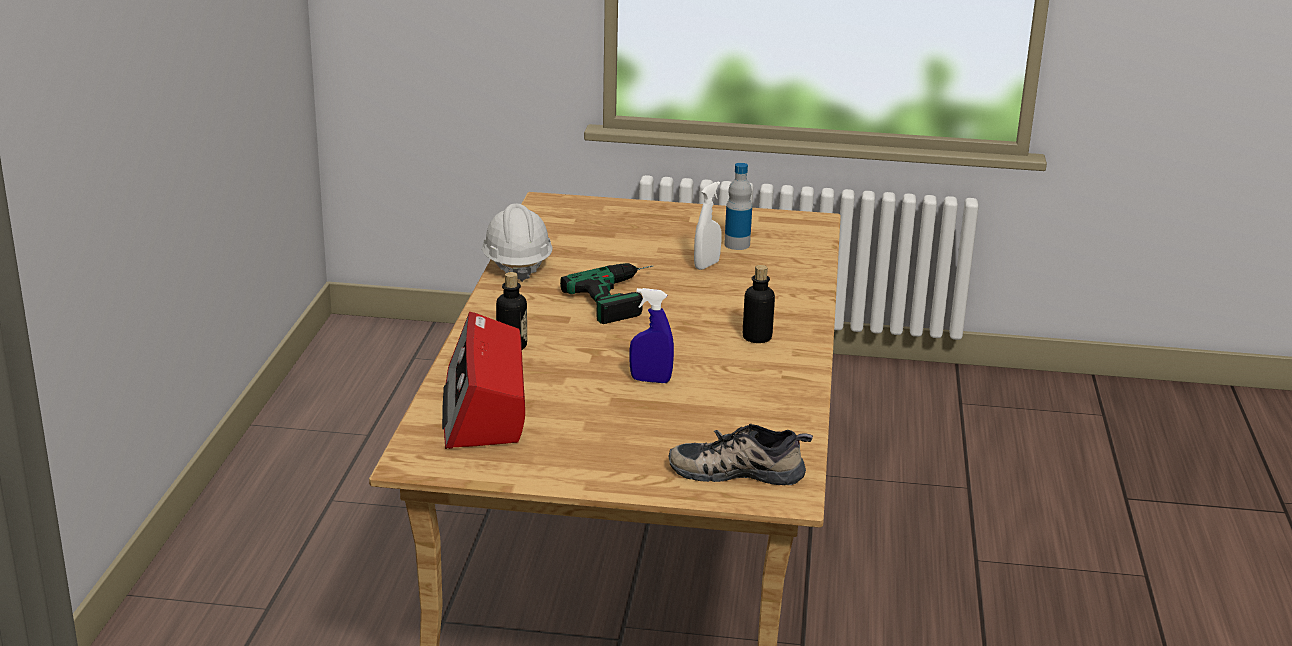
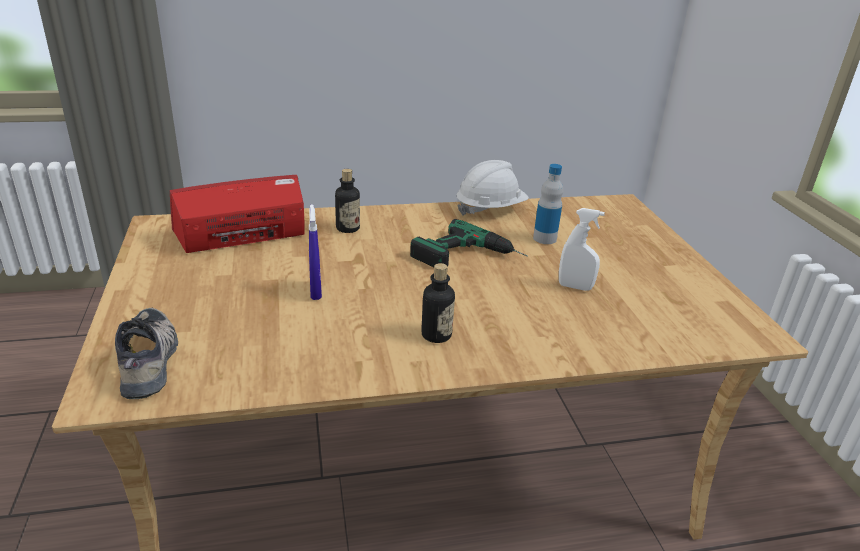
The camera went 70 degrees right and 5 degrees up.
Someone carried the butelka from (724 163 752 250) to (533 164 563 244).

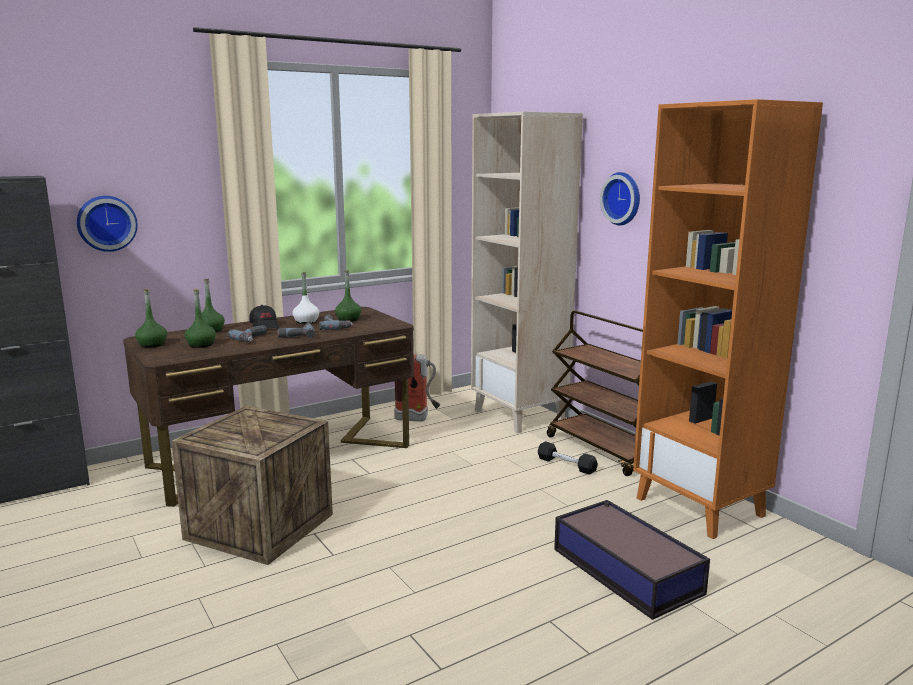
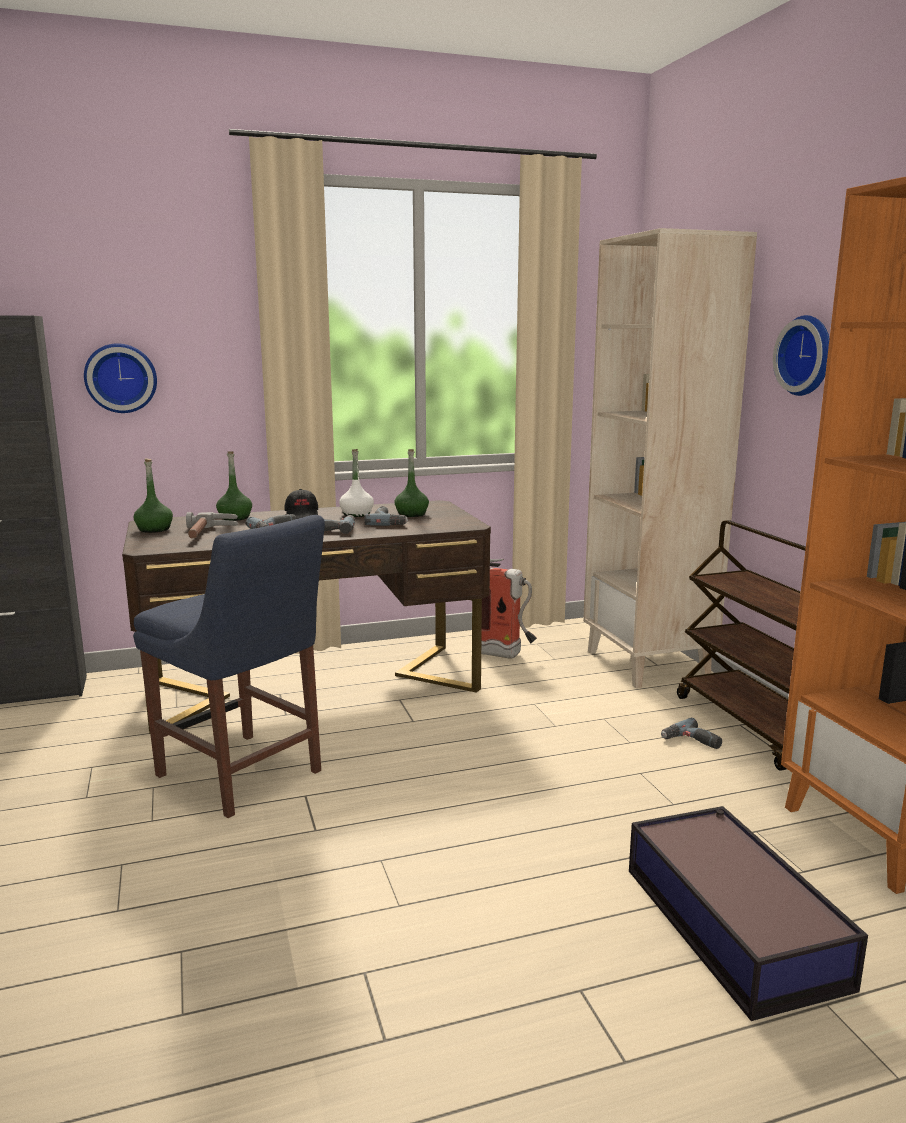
The camera went 15 degrees right and 0 degrees up.
Someone swapped the skrzynka at (171 406 333 565) for the krzesło/niebieski at (133 515 325 818).
Someone swapped the butelka/zielony at (184 289 216 348) for the młotek at (186 512 238 538).
Someone swapped the hantel/czarny at (538 441 598 475) for the wiertarka at (661 718 722 749).

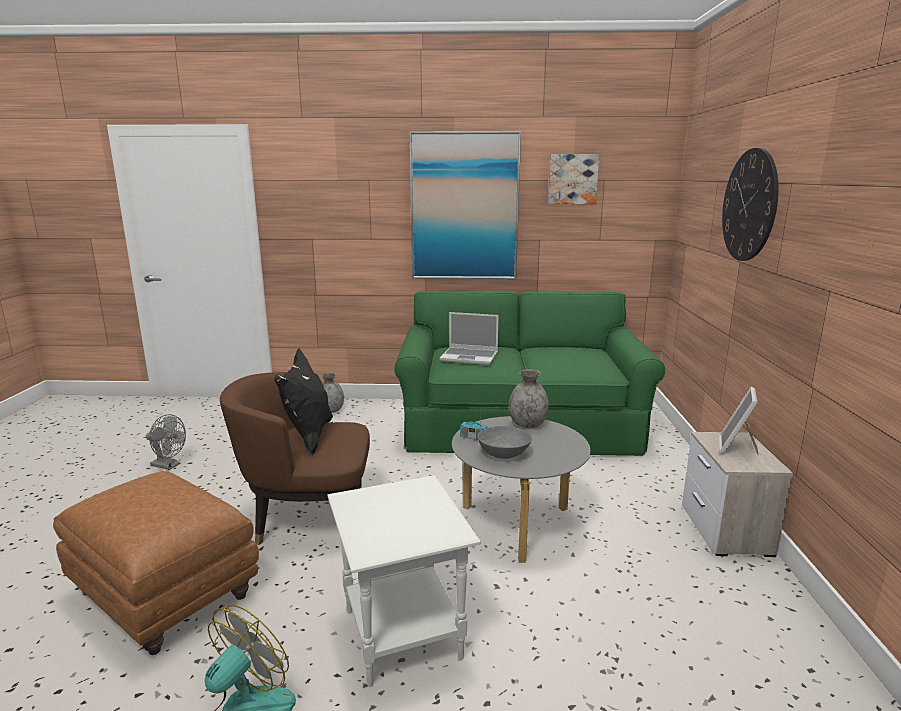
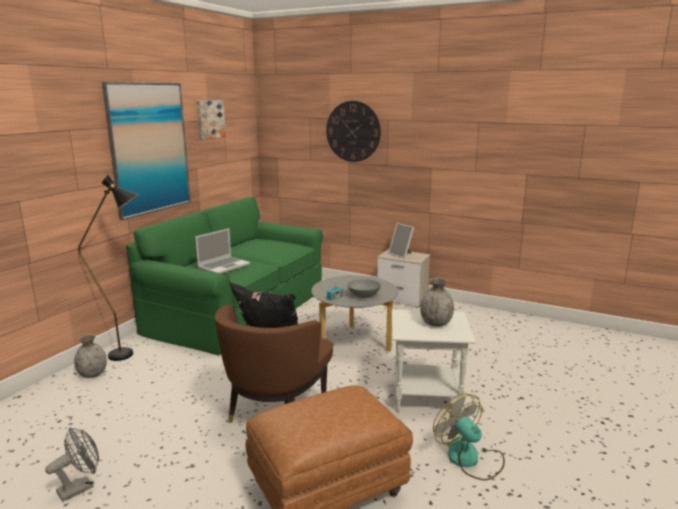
The camera went 65 degrees left and 0 degrees up.
Someone put down the lampa stojąca/czarny at (78 175 139 361).
Someone carried the wazon/szary from (509 370 549 428) to (420 278 454 327).

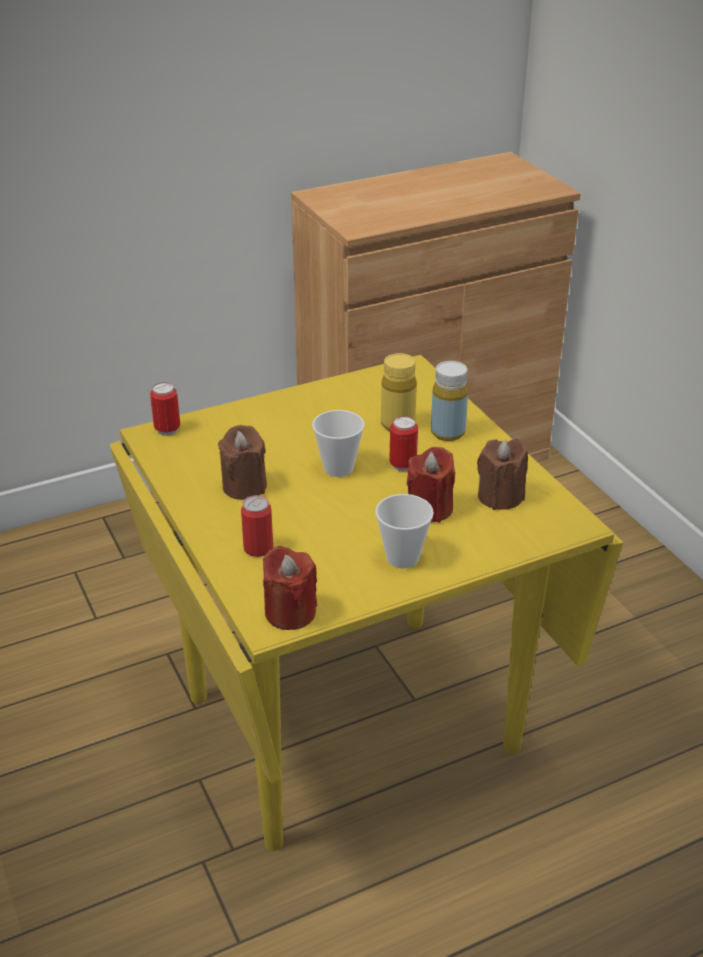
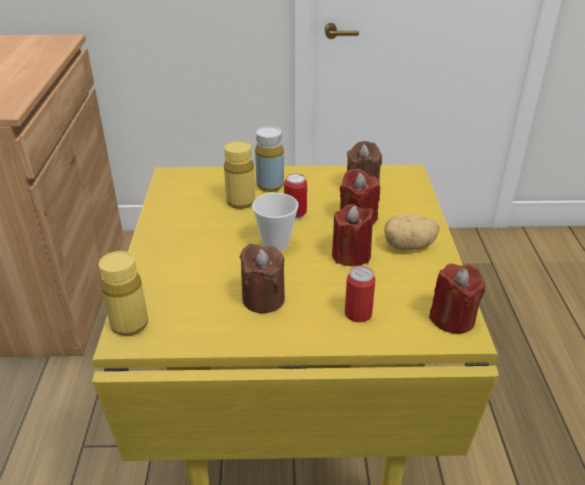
The camera went 65 degrees left and 0 degrees up.
Someone put down the świeca/czerwony at (332 204 374 266).
Someone swapped the puszka at (150 382 180 436) for the butelka/żółty at (99 251 148 336).
Someone swapped the filiżanka at (375 494 434 569) for the ziemniak at (384 214 440 250).

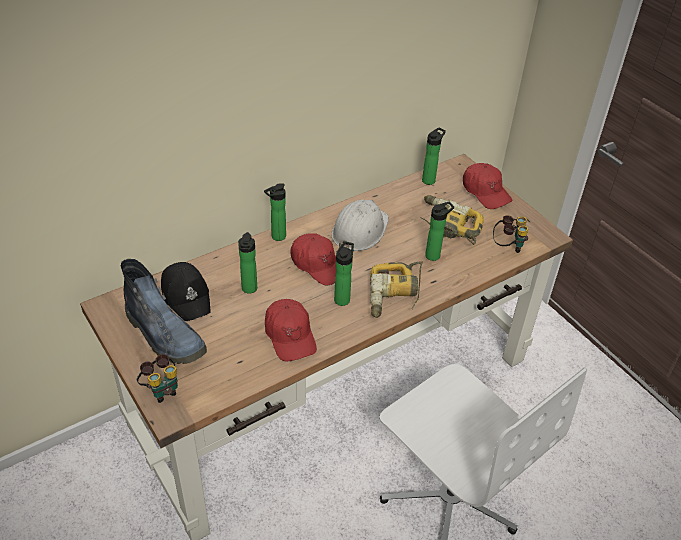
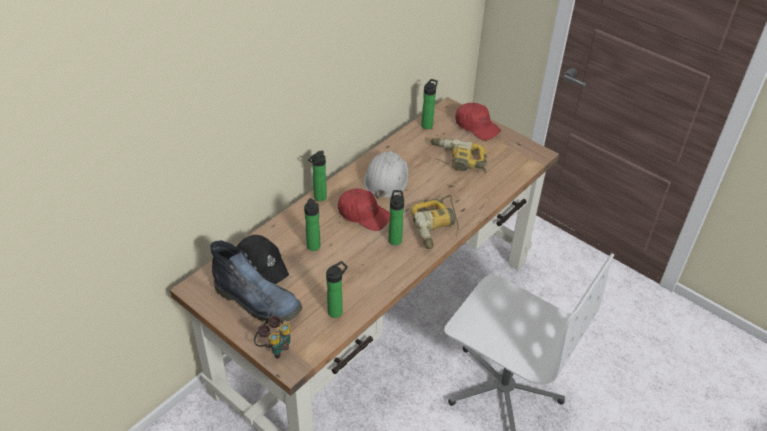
The camera went 15 degrees left and 0 degrees up.
Someone took away the czapka z daszkiem/czerwony at (265 299 317 361).
Someone took away the lornetka at (493 215 528 253).
Someone carried the butelka from (425 202 454 261) to (326 261 348 318).

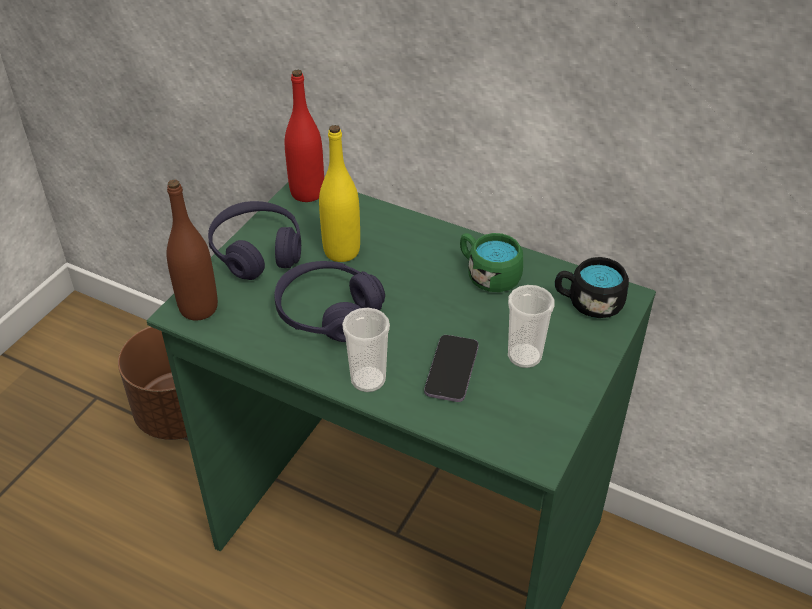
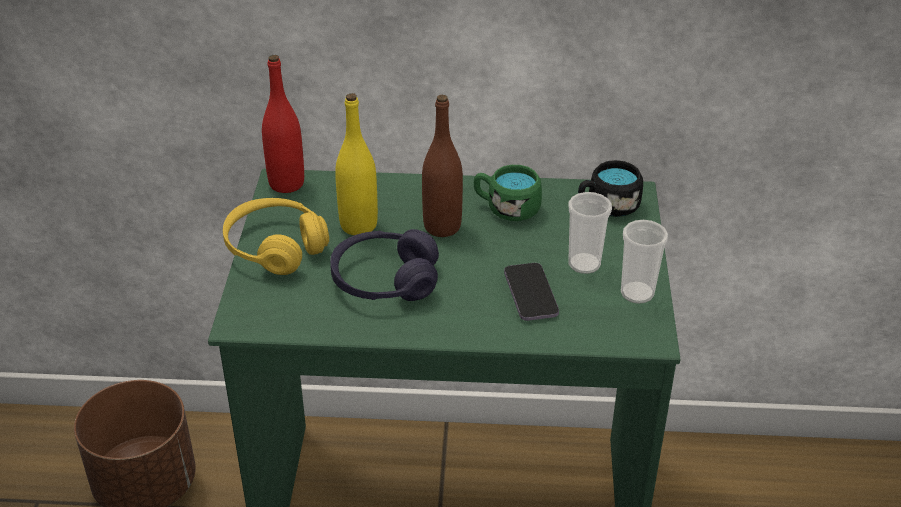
The camera went 25 degrees left and 5 degrees down.
Someone carried the butelka/brązowy from (167 180 218 321) to (422 95 463 237).
Someone carried the filiżanka from (342 308 390 392) to (621 220 668 304).
Someone repainted the słuchawki/fioletowy at (208 201 301 280), which became the słuchawki/żółty at (223 198 329 275).

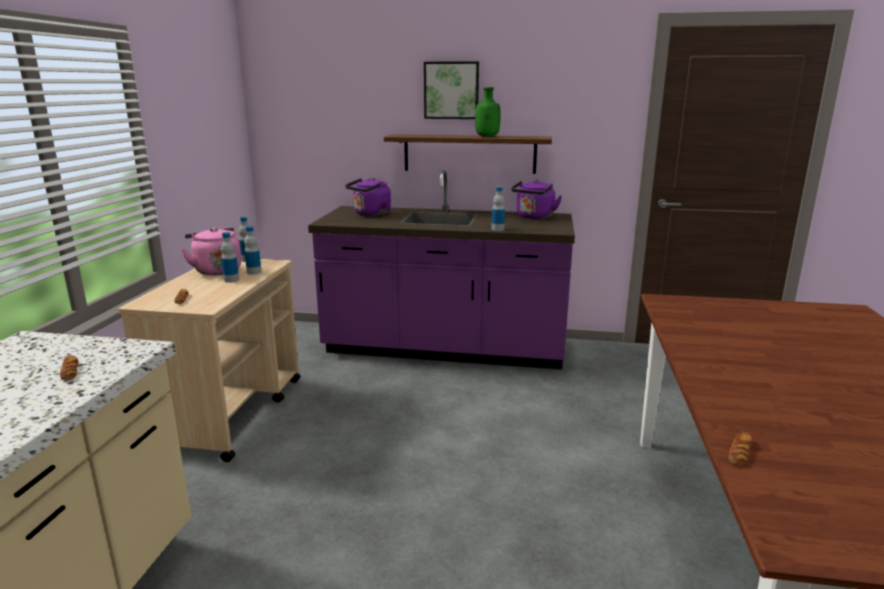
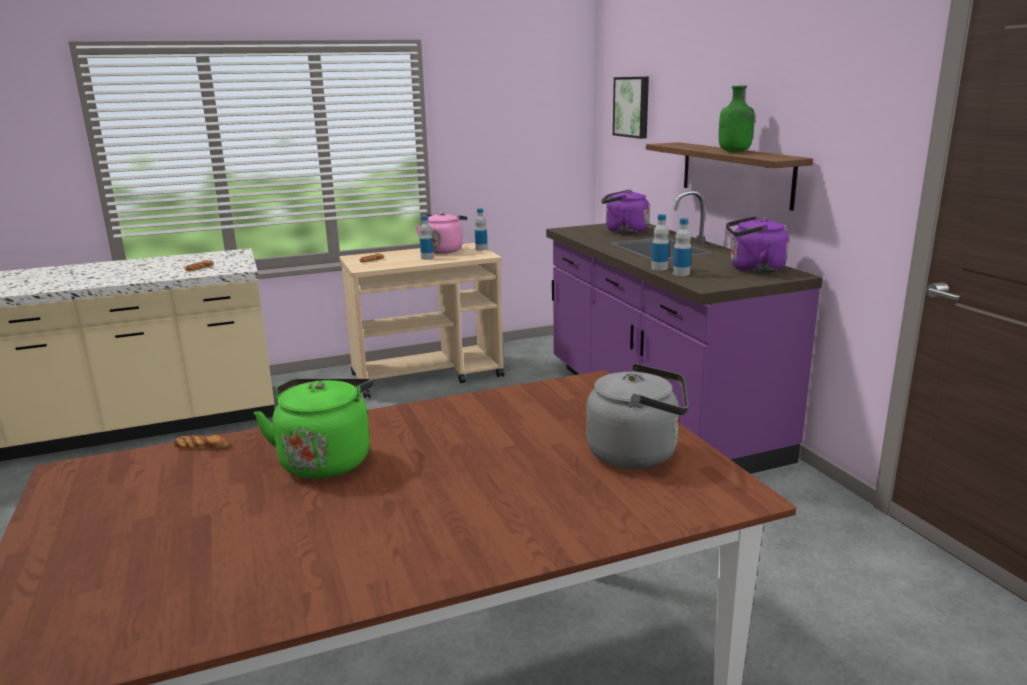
The camera went 60 degrees right and 0 degrees up.
Someone put down the czajnik/zielony at (254 379 373 479).
Someone put down the czajnik/szary at (586 364 688 469).
Someone carried the butelka from (244 226 262 275) to (673 218 691 276).
Someone carried the obraz from (424 61 479 119) to (613 77 649 139).

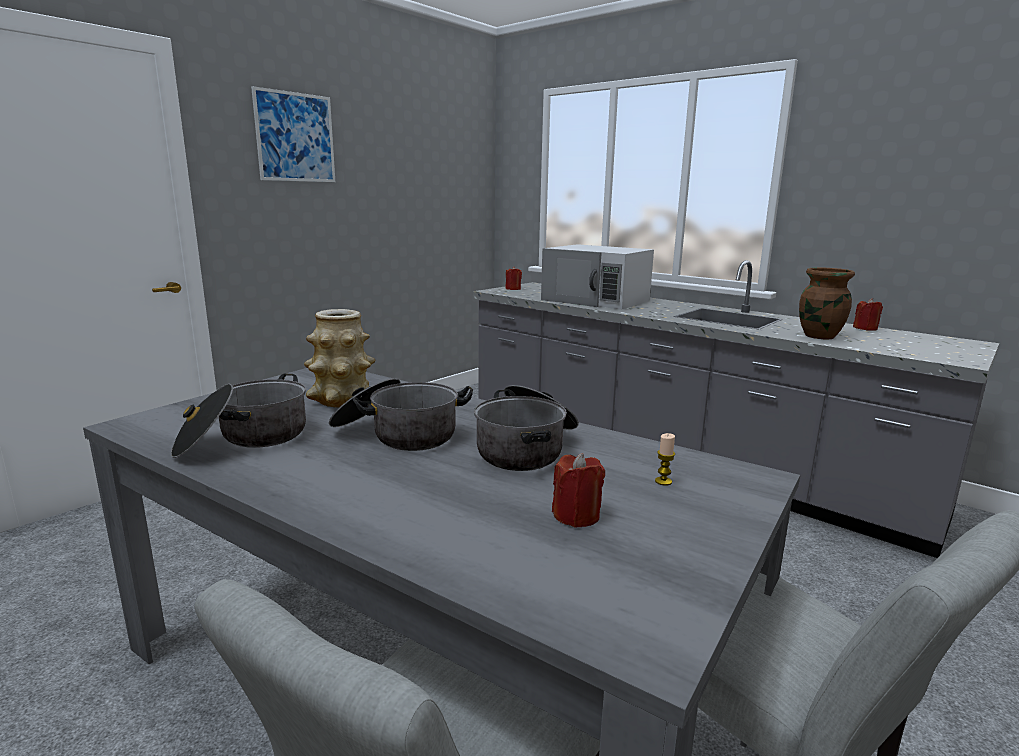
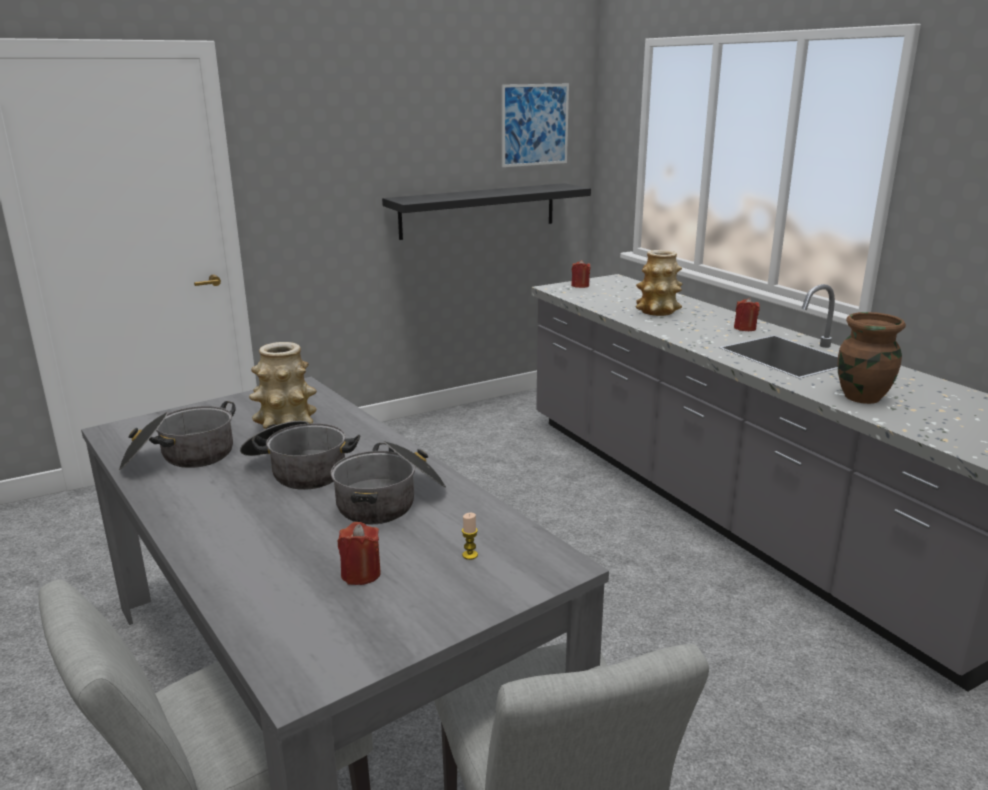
The camera went 20 degrees right and 5 degrees up.
Someone put up the półka/czarny at (382 183 591 240).
Someone carried the obraz from (251 86 335 182) to (502 84 569 167).
Someone carried the świeca/czerwony from (853 298 883 331) to (734 298 760 331).
Someone swapped the mikrofalówka/biały at (541 244 654 310) for the wazon at (636 250 683 316).

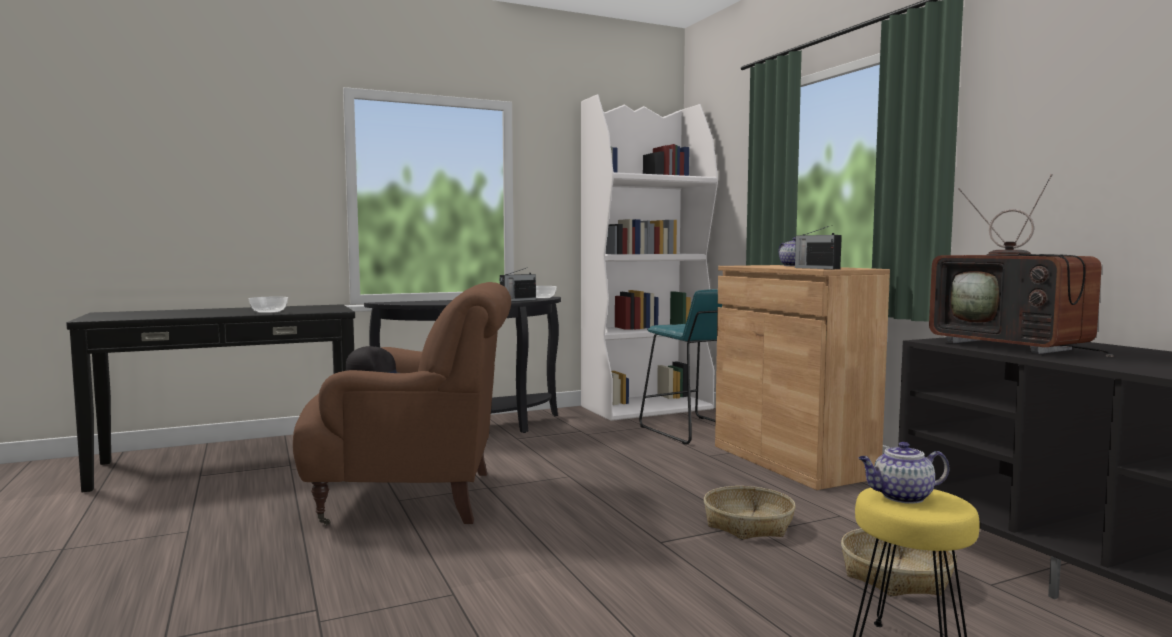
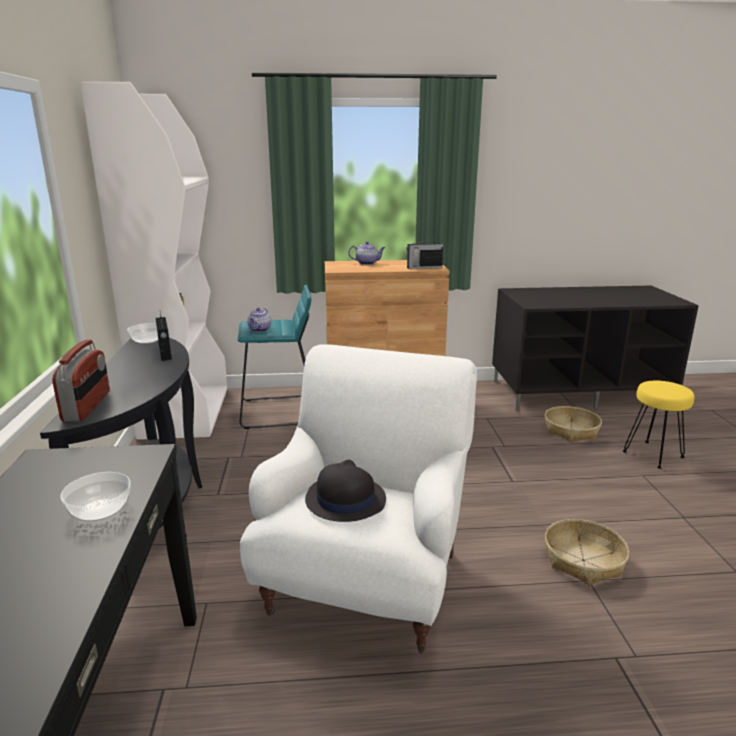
The camera went 70 degrees left and 15 degrees up.
Someone took away the telewizor at (929 174 1114 357).
Someone put down the radio at (52 340 110 422).
Someone carried the koszyk from (704 486 796 540) to (545 519 629 585).
Someone carried the imbryk from (859 442 949 504) to (247 308 271 332).
Someone repainted the fotel/brązowy at (293 282 511 525), which became the fotel/biały at (240 344 477 653).

